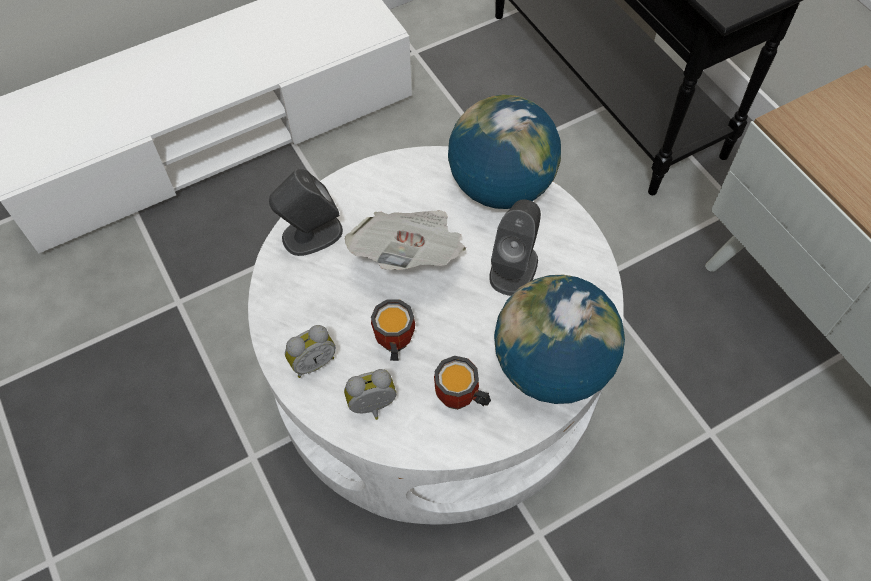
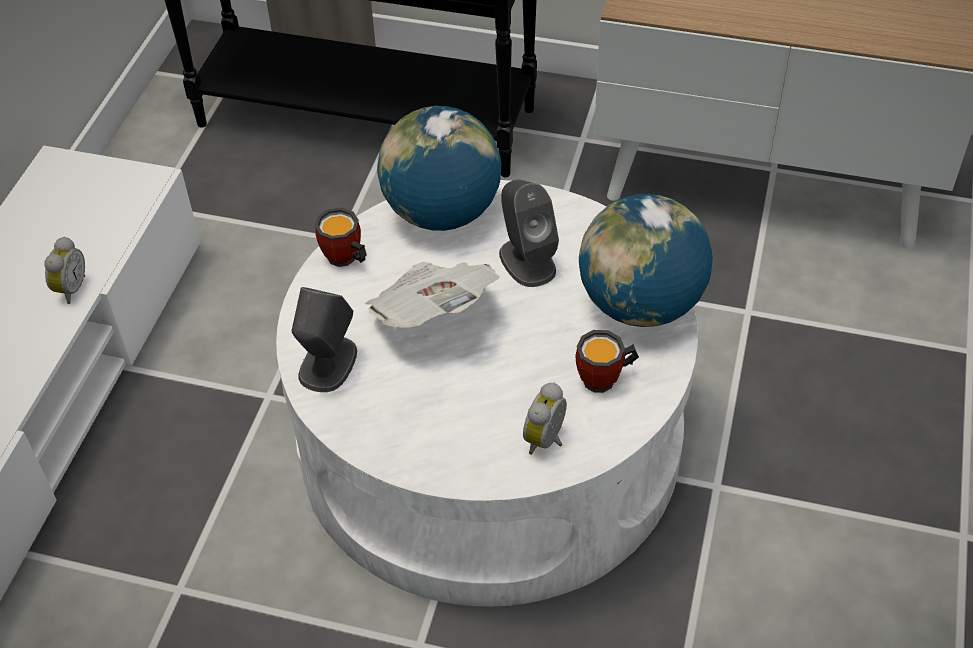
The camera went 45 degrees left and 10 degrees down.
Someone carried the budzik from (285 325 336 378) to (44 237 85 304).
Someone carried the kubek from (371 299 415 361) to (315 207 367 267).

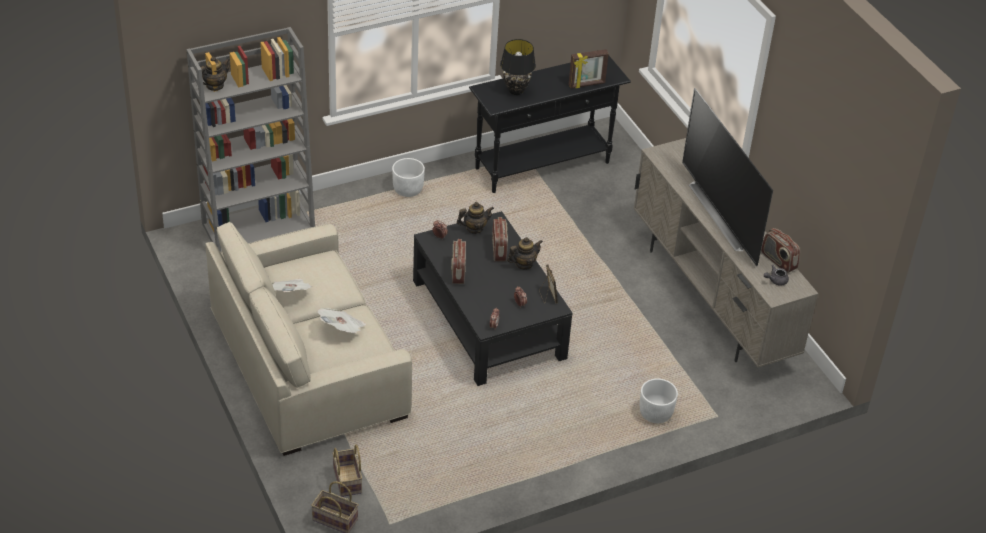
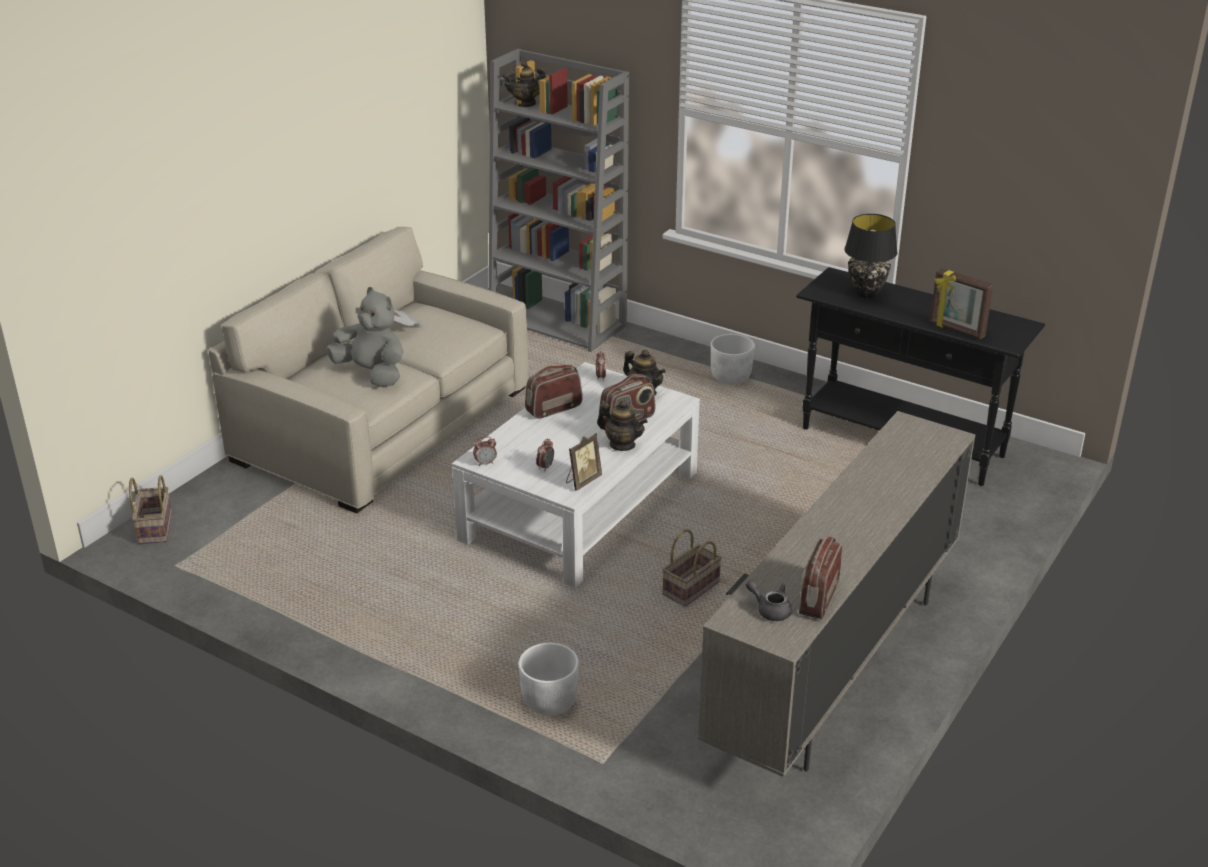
The camera went 60 degrees right and 10 degrees down.
Someone took away the telewizor at (682 88 773 266).
Someone carried the koszyk from (332 444 362 497) to (662 529 722 607).
Someone swapped the gazeta at (317 308 366 334) for the pluszak/szary at (326 287 403 387).
Someone repainted the ława/czarny at (413 211 573 386), which became the ława/biały at (452 362 700 588).
Someone rotated the imbryk at (201 57 230 91) by 150 degrees clockwise.

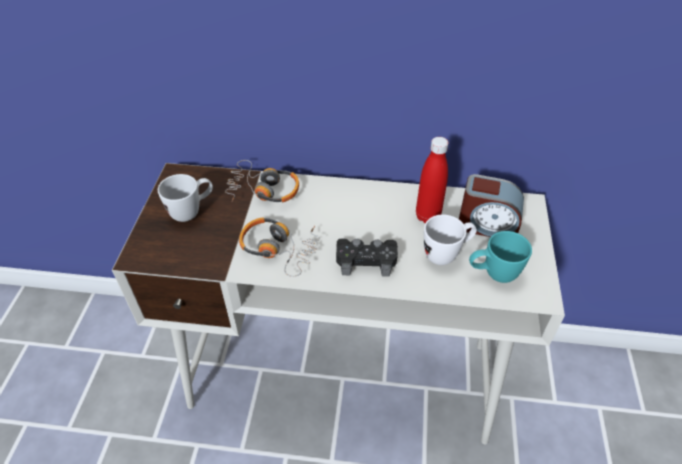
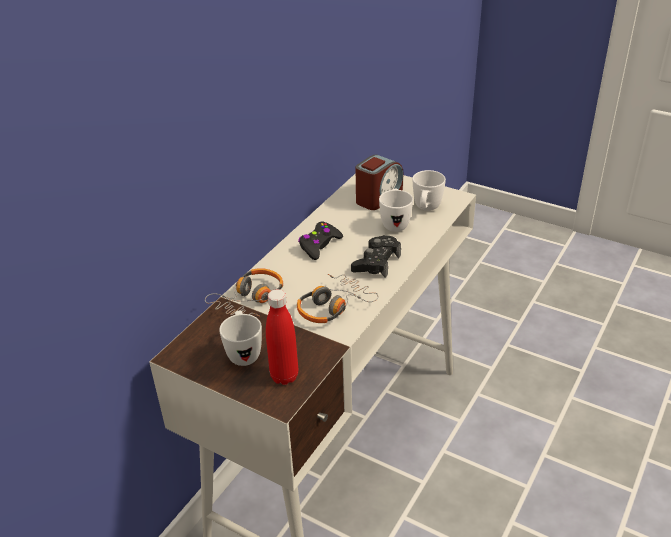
The camera went 65 degrees left and 10 degrees down.
Someone put down the pad do gier/czarny at (298 221 343 260).
Someone carried the butelka/czerwony from (416 137 449 223) to (266 289 298 385).
Someone repainted the kubek/turkusowy at (469 231 532 283), which became the kubek/biały at (413 170 446 211).

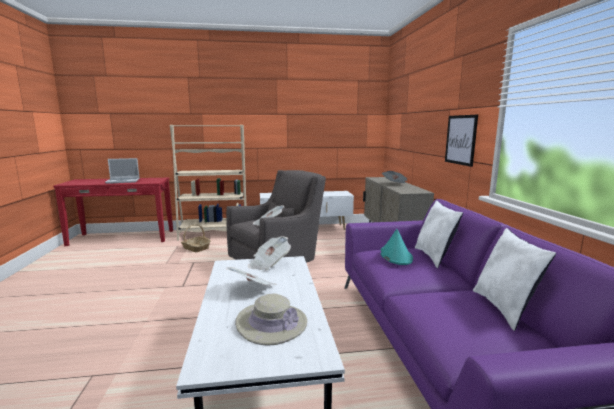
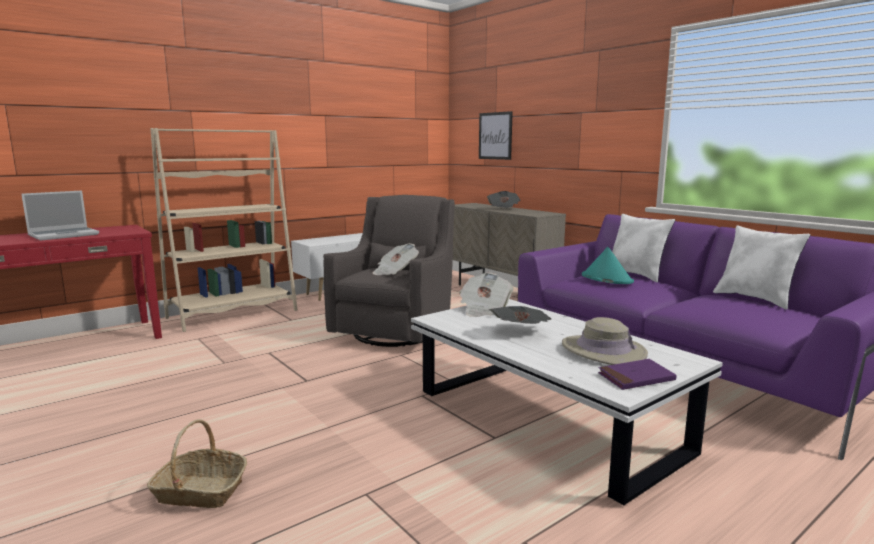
The camera went 30 degrees left and 0 degrees up.
Someone put down the książka/fioletowy at (598 359 677 390).
Someone carried the koszyk from (181 224 211 252) to (147 419 247 508).
Someone carried the obraz from (445 115 478 167) to (479 111 513 160).

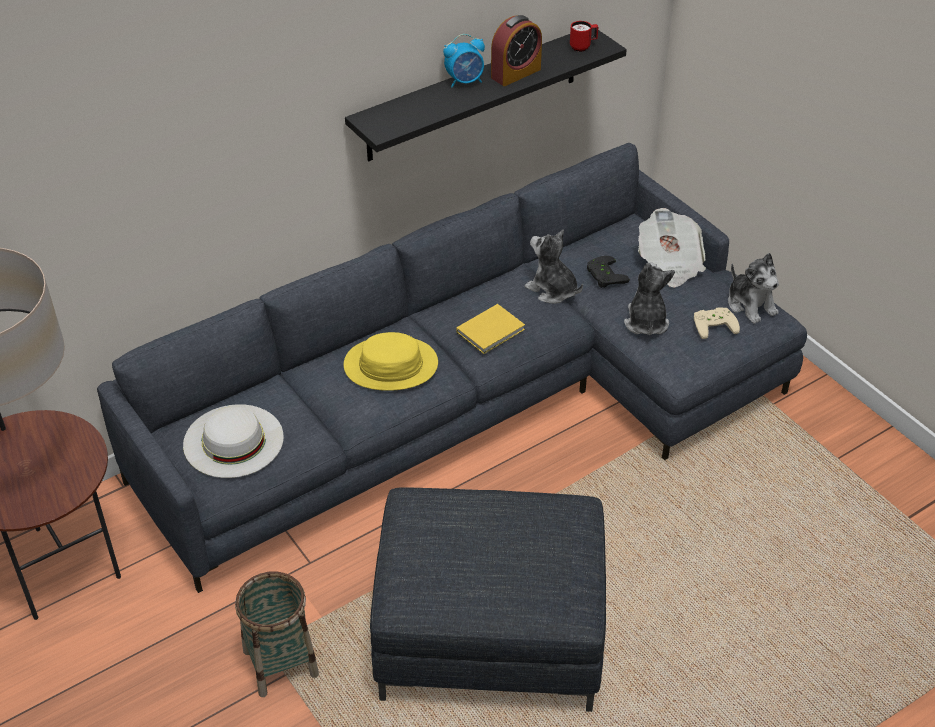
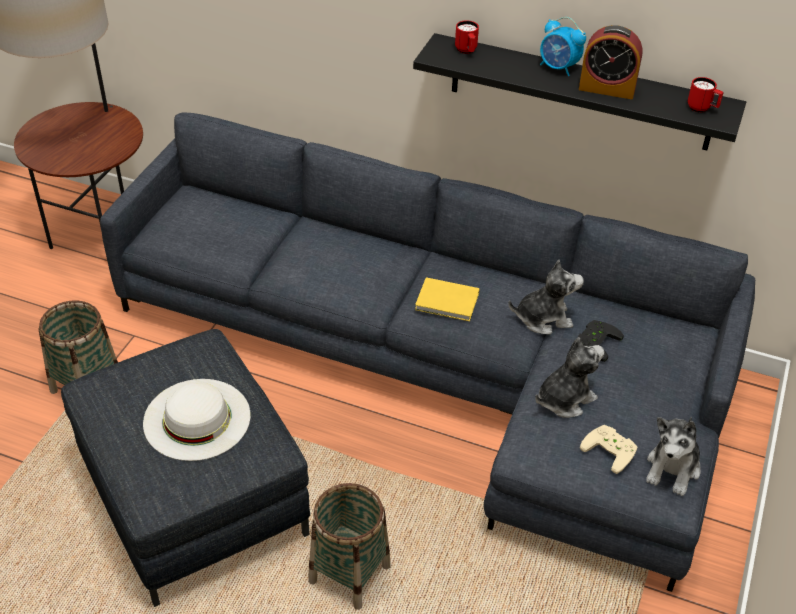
The camera went 55 degrees right and 0 degrees up.
Someone took away the kapelusz/żółty at (344 332 438 391).
Someone took away the gazeta at (638 208 706 288).
Someone put down the koszyk at (308 483 391 610).
Someone put down the kubek/czerwony at (455 20 479 54).
Someone carried the kapelusz/biały from (183 404 284 478) to (143 379 250 461).
Someone rotated the pluszak at (525 229 583 304) by 75 degrees clockwise.

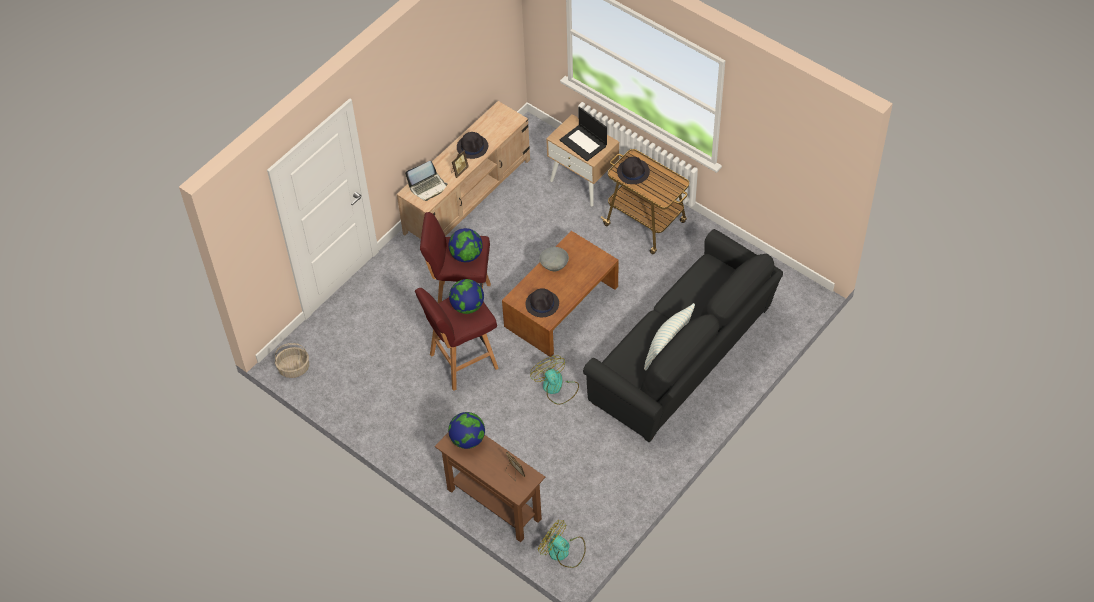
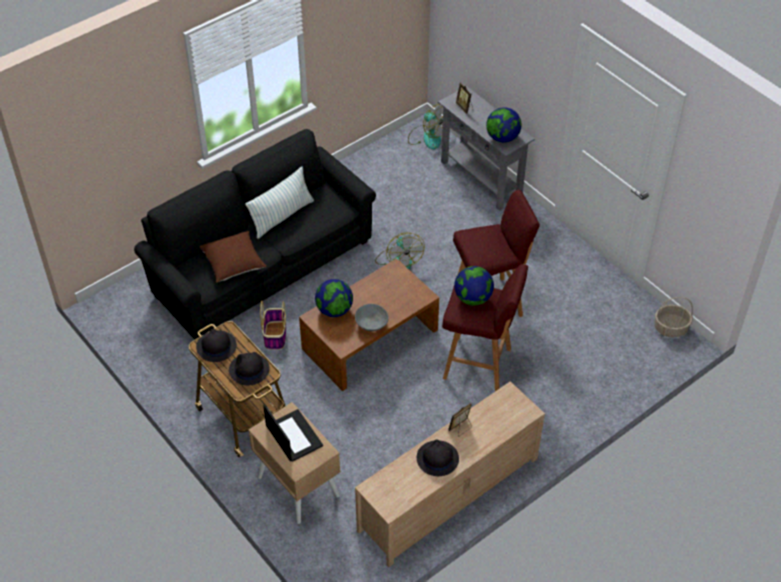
The camera went 170 degrees left and 5 degrees down.
Someone took away the laptop at (405 161 448 201).
Someone put down the poduszka/brązowy at (200 231 267 283).
Someone put down the koszyk at (260 301 286 350).
Someone carried the globus from (449 279 484 314) to (315 279 353 317).
Someone carried the kapelusz/czarny from (525 288 559 317) to (196 329 237 362).
Someone repainted the stolik konsolowy/brązowy at (435 433 545 542), which became the stolik konsolowy/szary at (438 86 535 211).

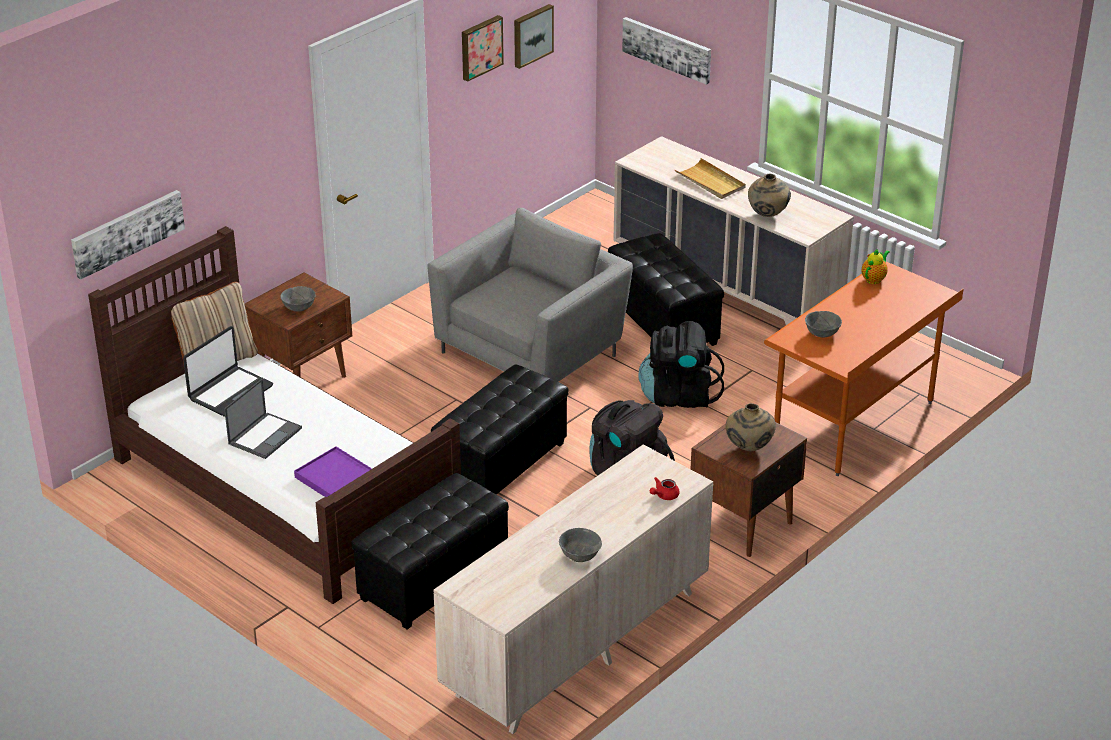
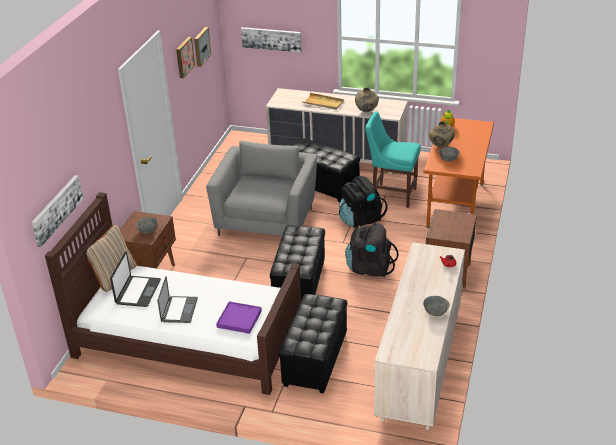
The camera went 25 degrees left and 0 degrees up.
Someone put down the krzesło/turkusowy at (365 111 421 208).
Someone carried the wazon/beżowy from (725 403 776 451) to (429 122 455 147).

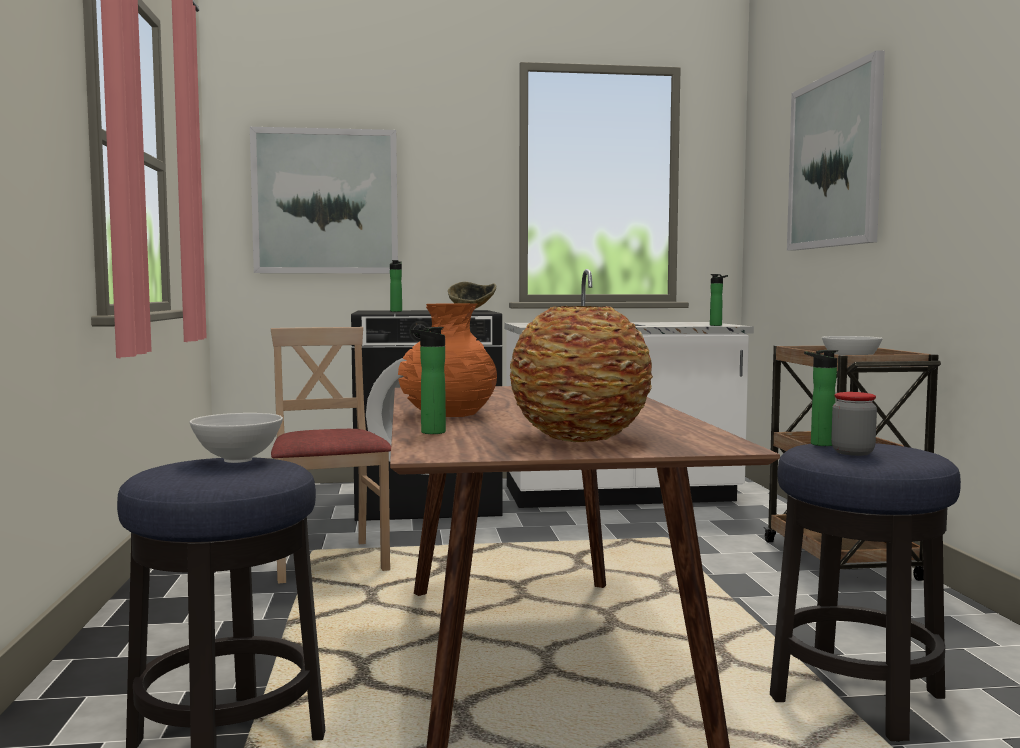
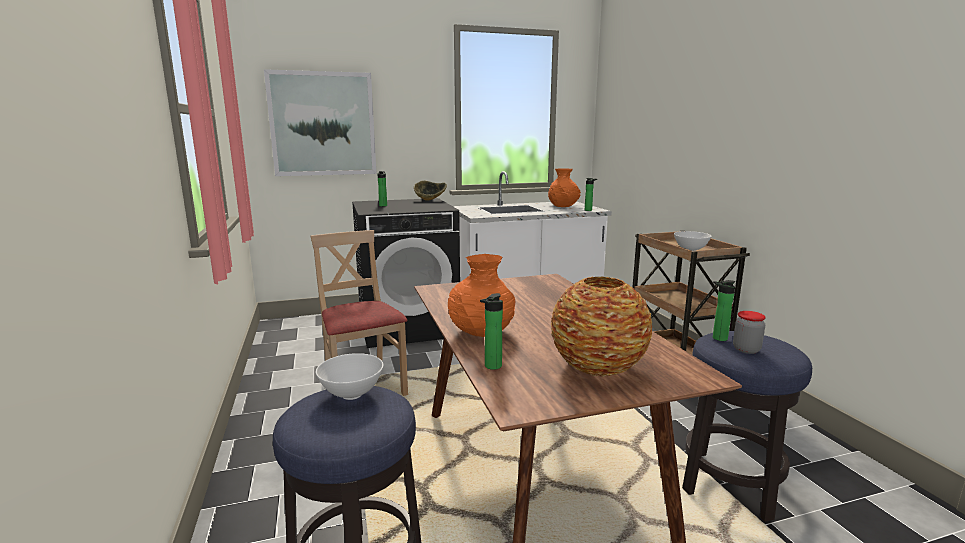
The camera went 10 degrees left and 10 degrees up.
Someone took away the obraz at (787 50 885 251).
Someone put down the wazon/pomarańczowy at (548 168 581 207).

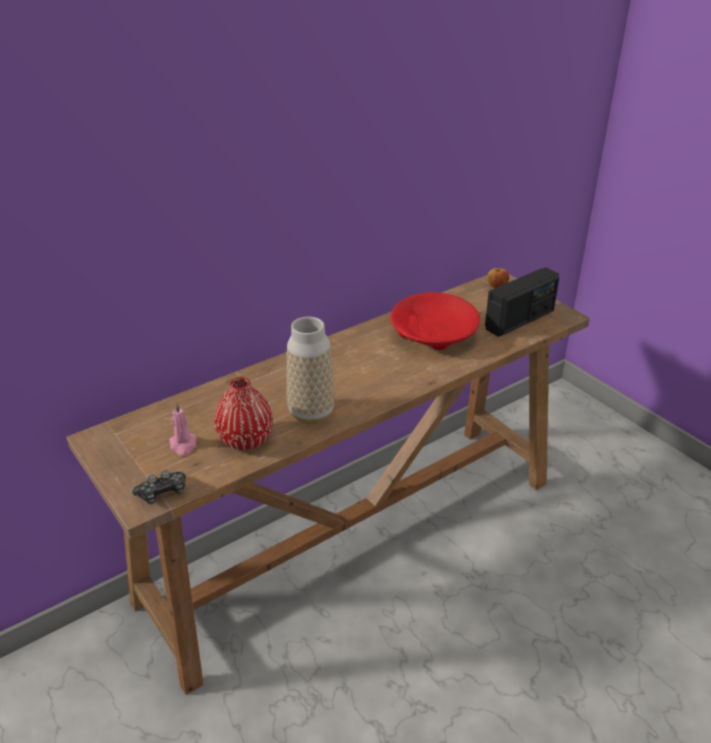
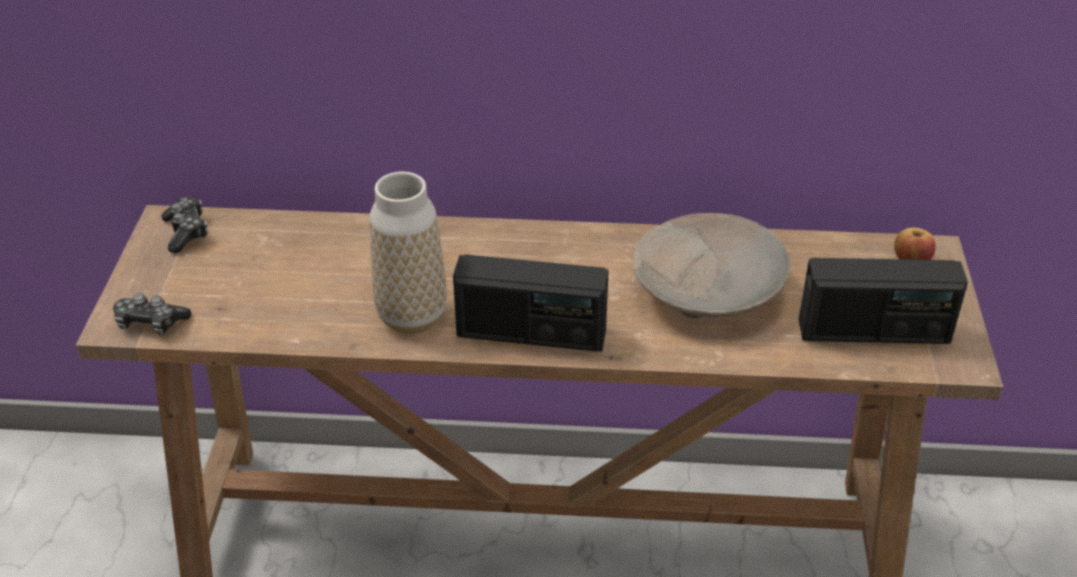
The camera went 40 degrees right and 5 degrees up.
Someone took away the świeca/różowy at (169 402 197 456).
Someone took away the wazon/czerwony at (214 377 273 450).
Someone put down the pad do gier at (161 196 207 253).
Someone put down the radio at (453 254 608 351).
Someone repainted the miska/czerwony at (390 292 480 350), which became the miska/beżowy at (633 213 790 318).

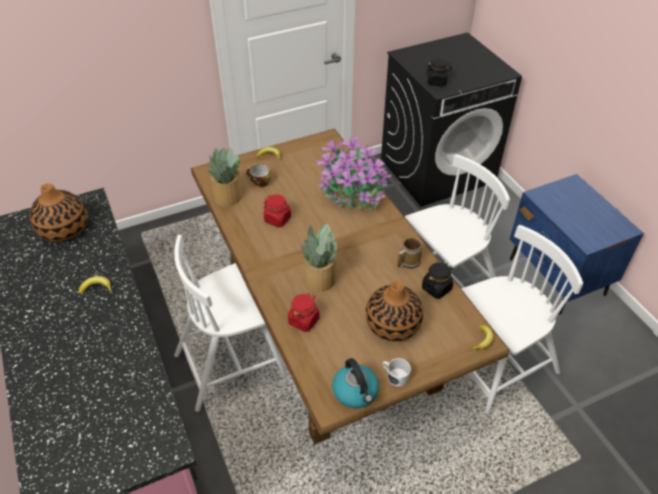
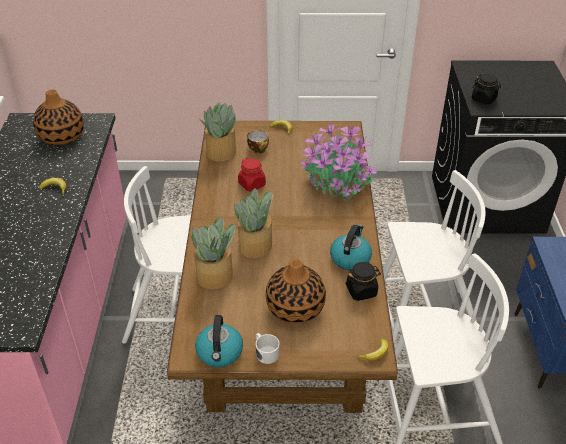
The camera went 25 degrees right and 5 degrees down.
Someone swapped the słoik/czerwony at (288 293 319 332) for the roślina doniczkowa at (191 217 236 289).
Someone swapped the kubek at (397 237 422 269) for the czajnik at (330 225 372 270).

